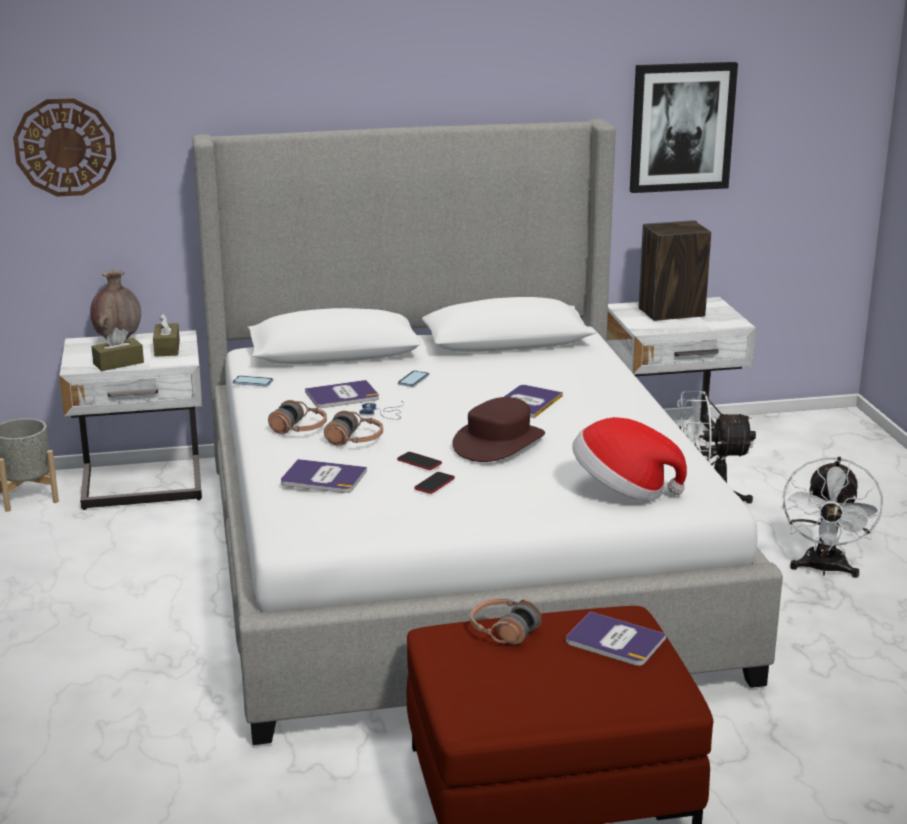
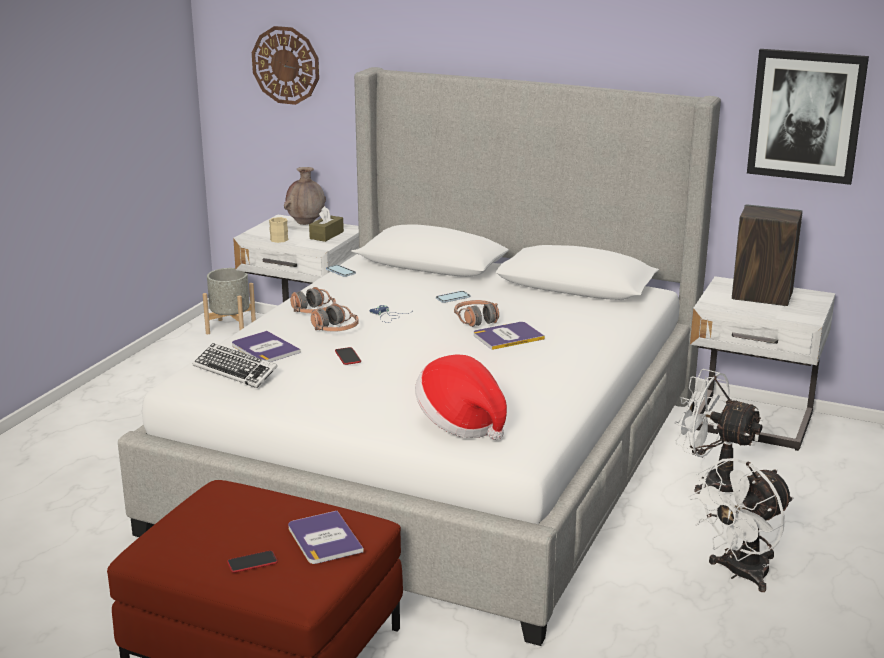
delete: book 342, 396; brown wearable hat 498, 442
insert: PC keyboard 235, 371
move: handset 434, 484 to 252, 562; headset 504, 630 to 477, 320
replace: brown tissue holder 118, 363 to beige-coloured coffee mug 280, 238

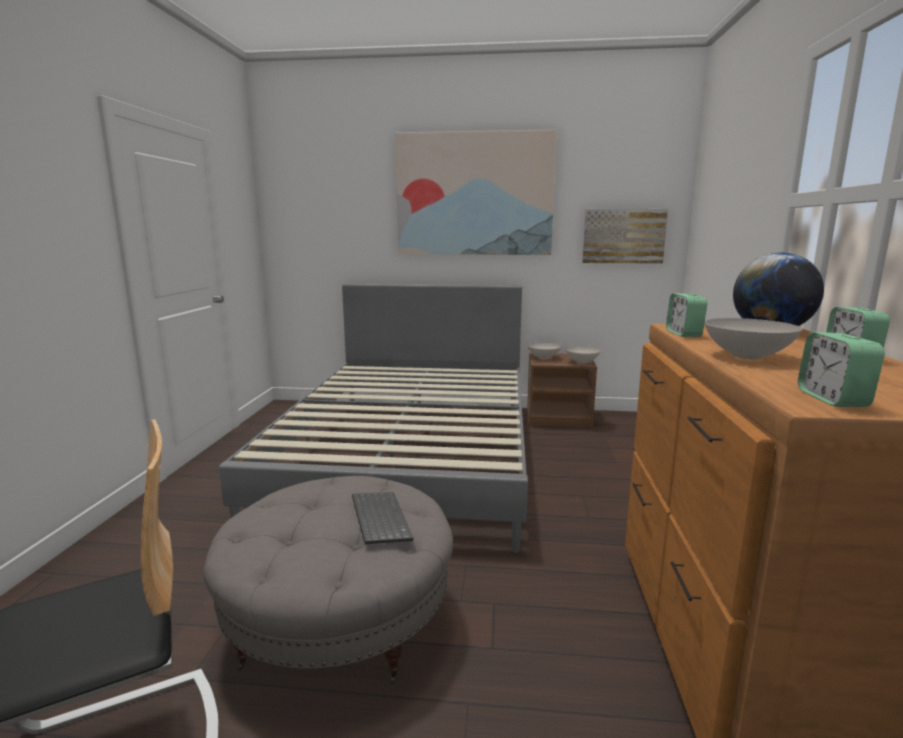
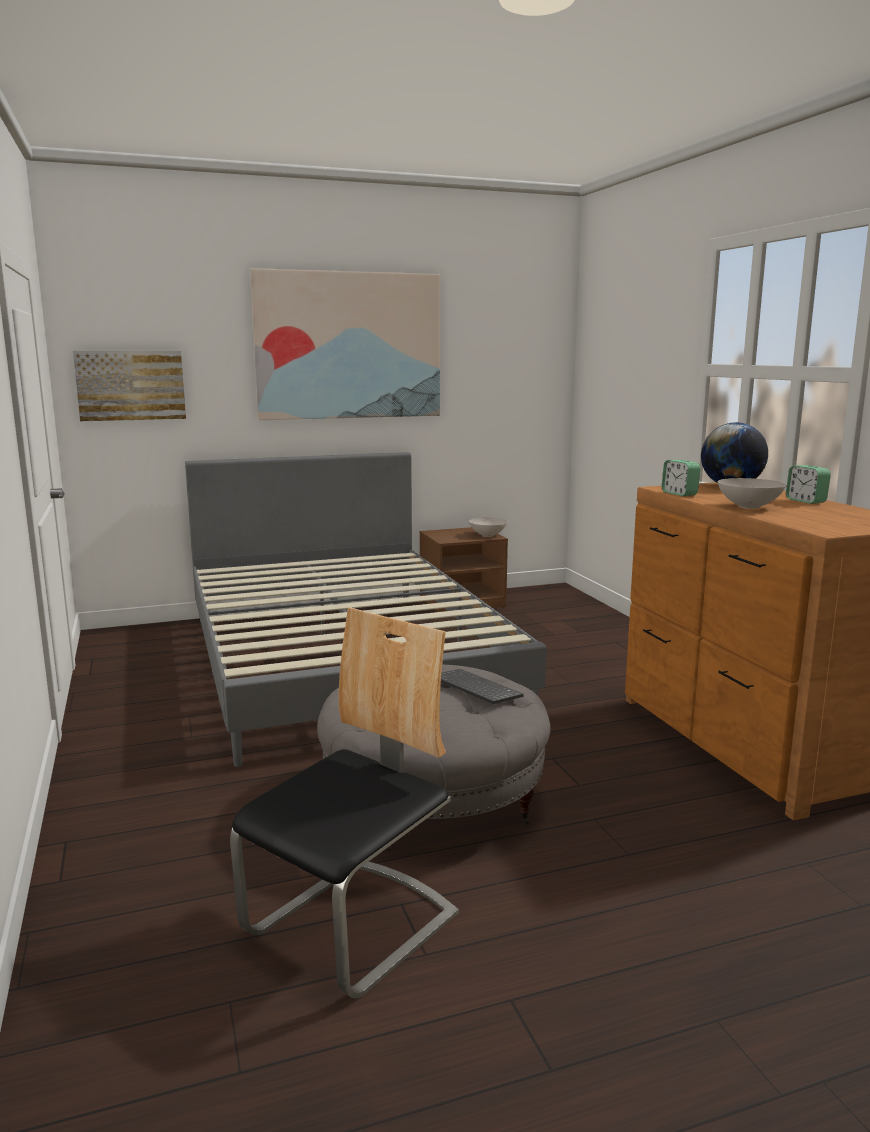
delete: white-coloured serving bowl 543, 358; bedside clock 832, 399
move: wall art 623, 236 to 131, 385

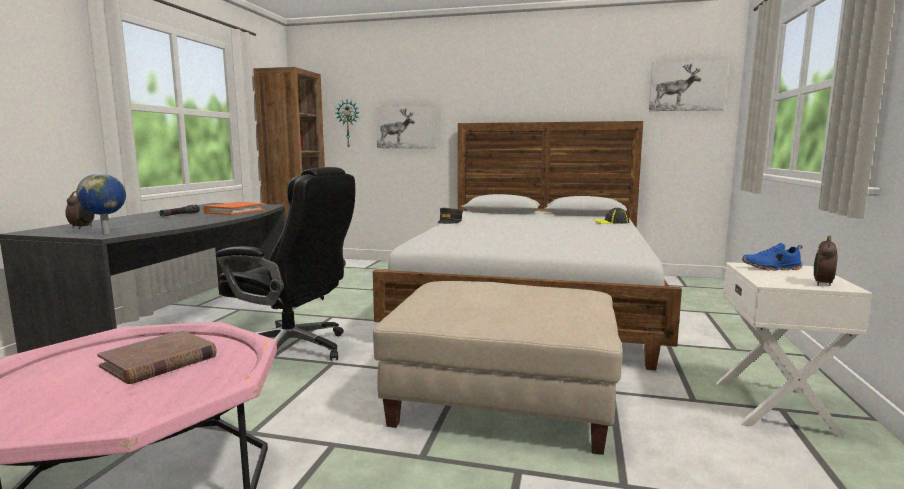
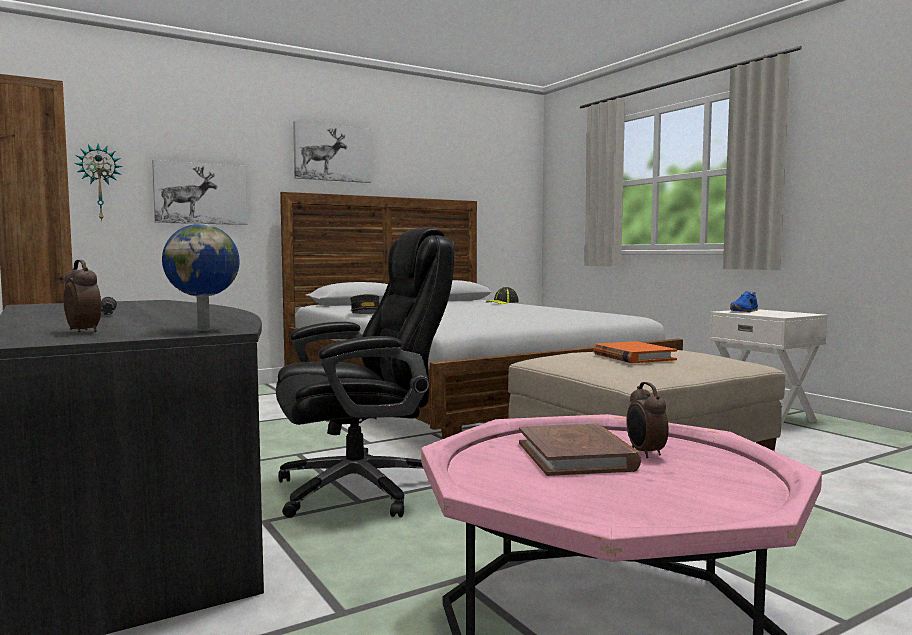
move: orangey book 235, 211 to 633, 357; wall art 687, 86 to 332, 153; bedside clock 822, 284 to 645, 453

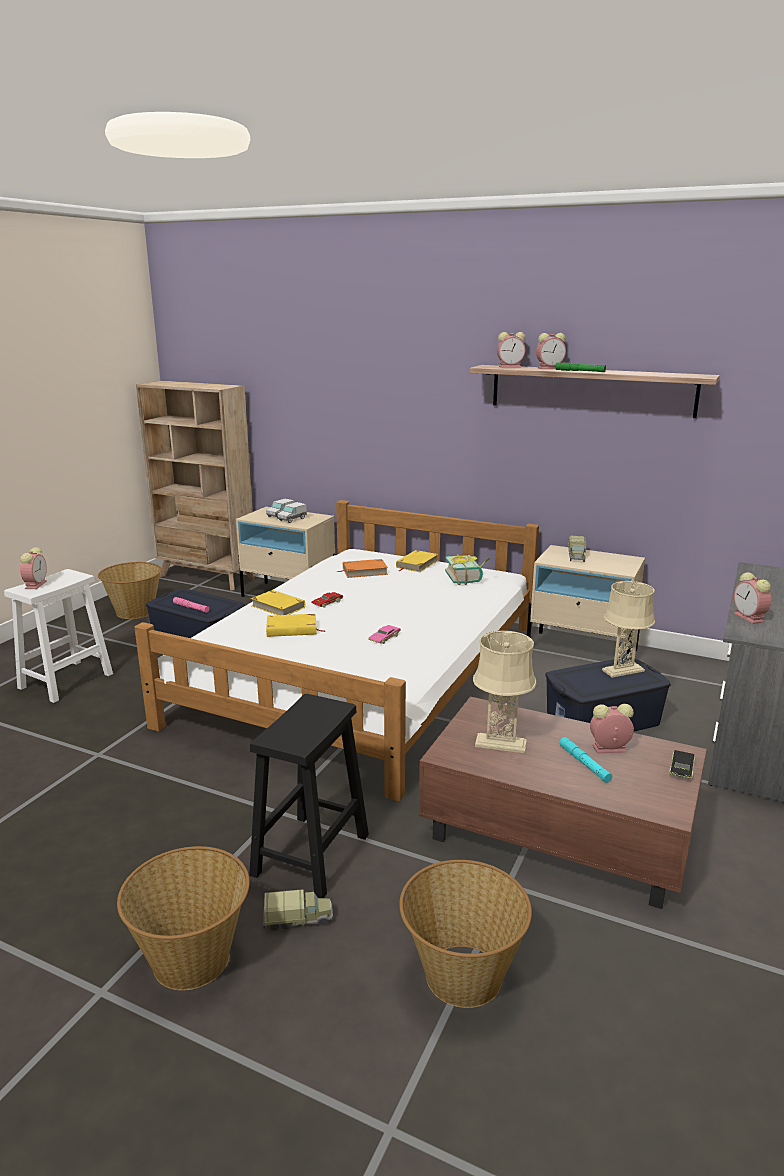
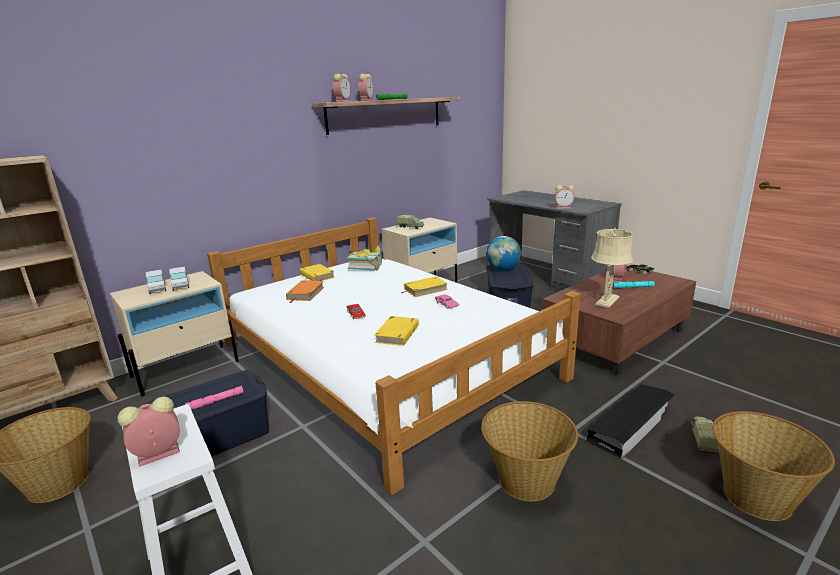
move: yellow book 278, 606 to 425, 289; storage basket 462, 974 to 526, 481
replace: black stool 310, 856 to black storage container 631, 424; beige-coloured tabletop lamp 623, 670 to desk globe 503, 269
rotate: bedside clock 36, 584 = 156, 455 60 degrees counterclockwise

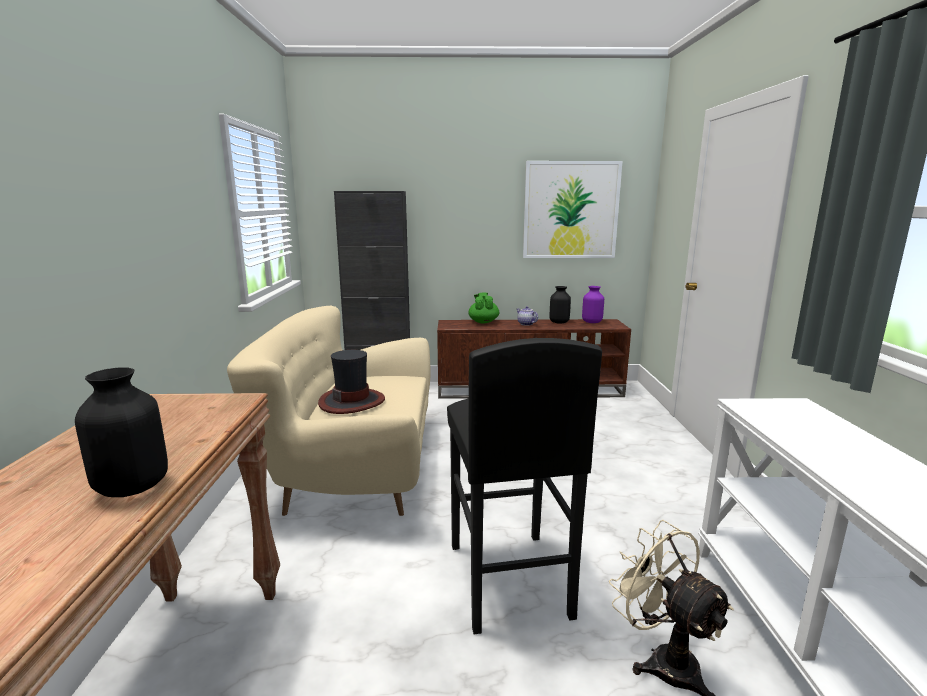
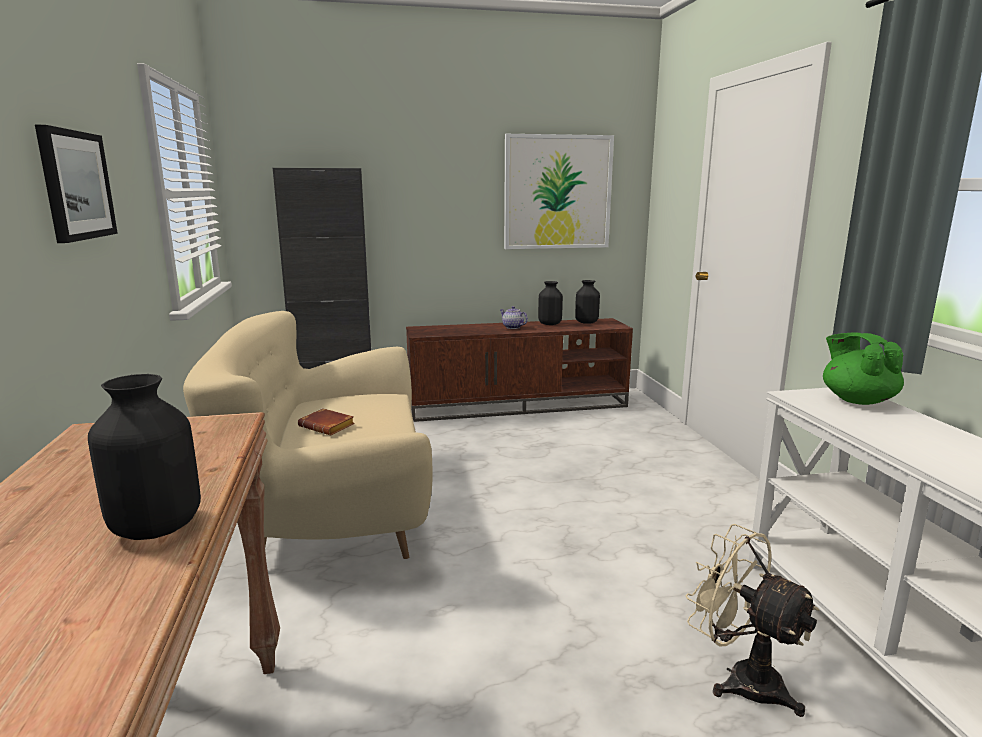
delete: black stool 507, 580
insert: wall art 76, 185
move: greenish pot for tea 483, 322 to 857, 400
replace: wearable hat 352, 401 to brown book 328, 426
recolor: purple flower vase 592, 322 to black flower vase 587, 322

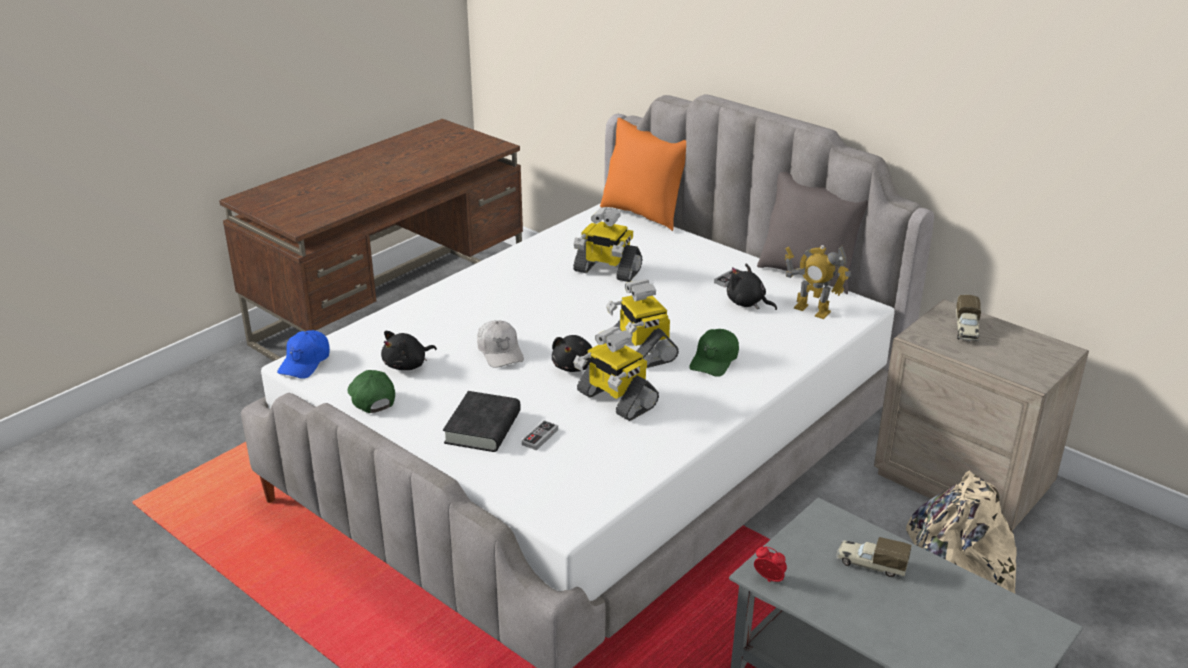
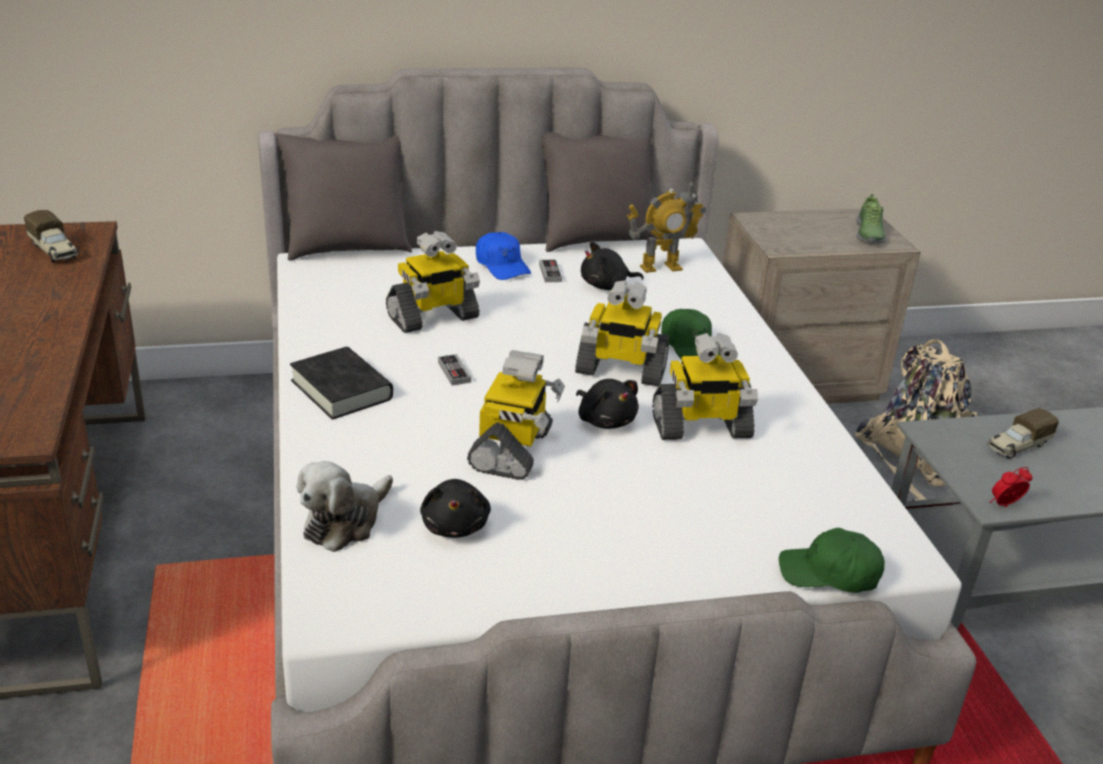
insert: plush toy 345, 521; shoe 868, 234
move: blue-coloured cap 305, 362 to 502, 266; greenish cap 371, 398 to 829, 574; black book 483, 428 to 341, 390; game controller 540, 437 to 454, 372; toy truck 966, 330 to 54, 251
replace: white-coloured cap 500, 352 to model robot 513, 450
recolor: orangey cushion 643, 214 to gray cushion 347, 249

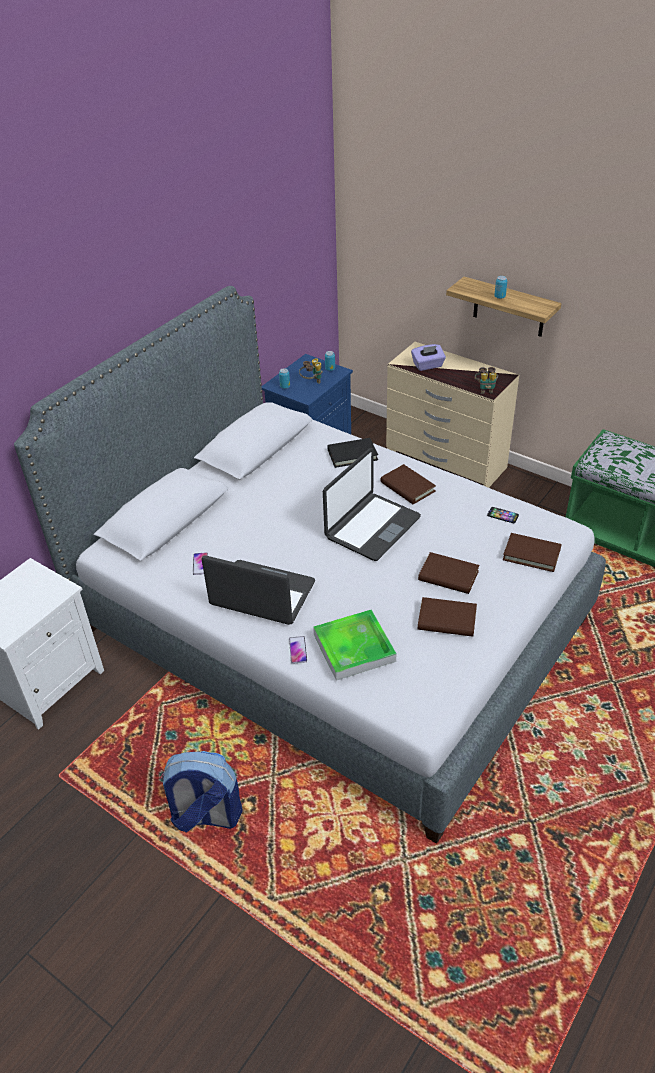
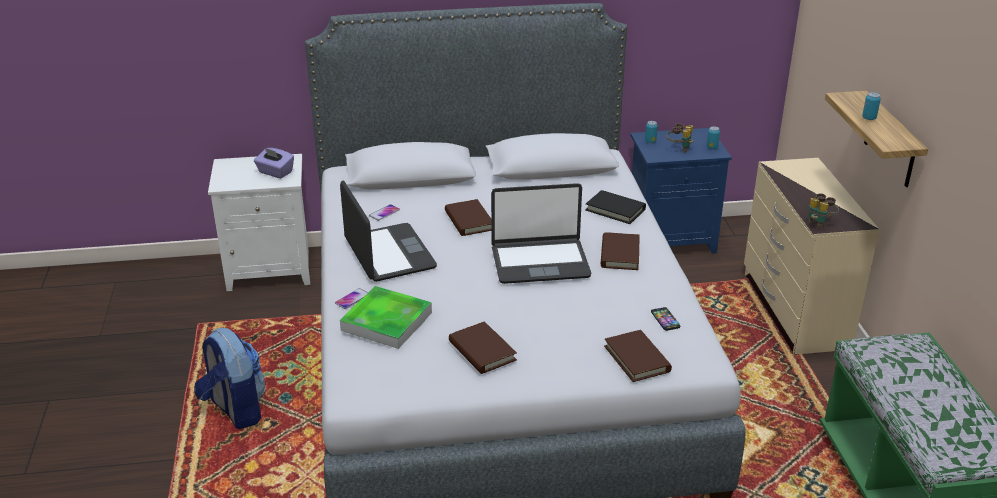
move: purple tissue holder 428, 365 to 275, 172; brown book 448, 576 to 469, 221

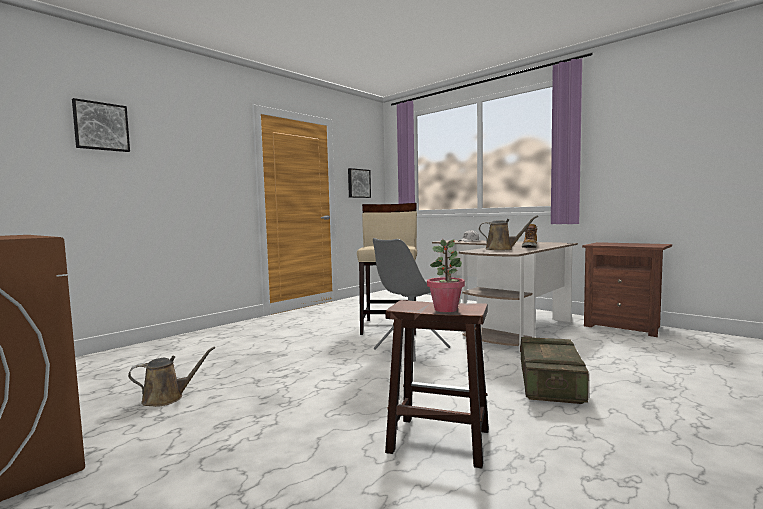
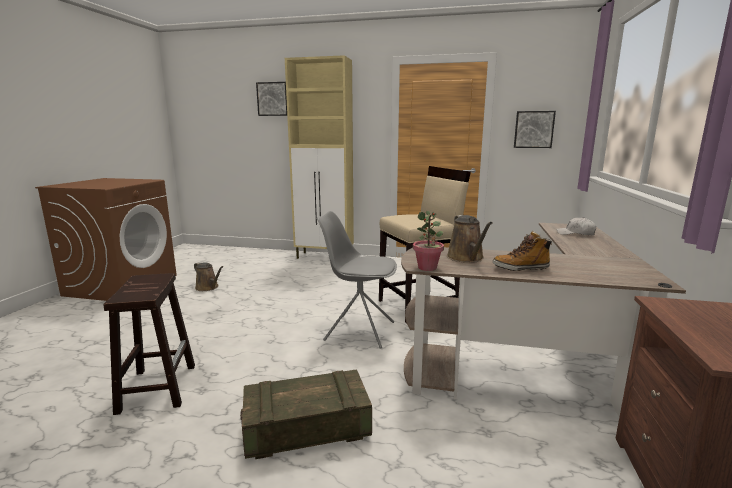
insert: beige-coloured cupboard 325, 257
move: houseplant 446, 309 to 427, 268

